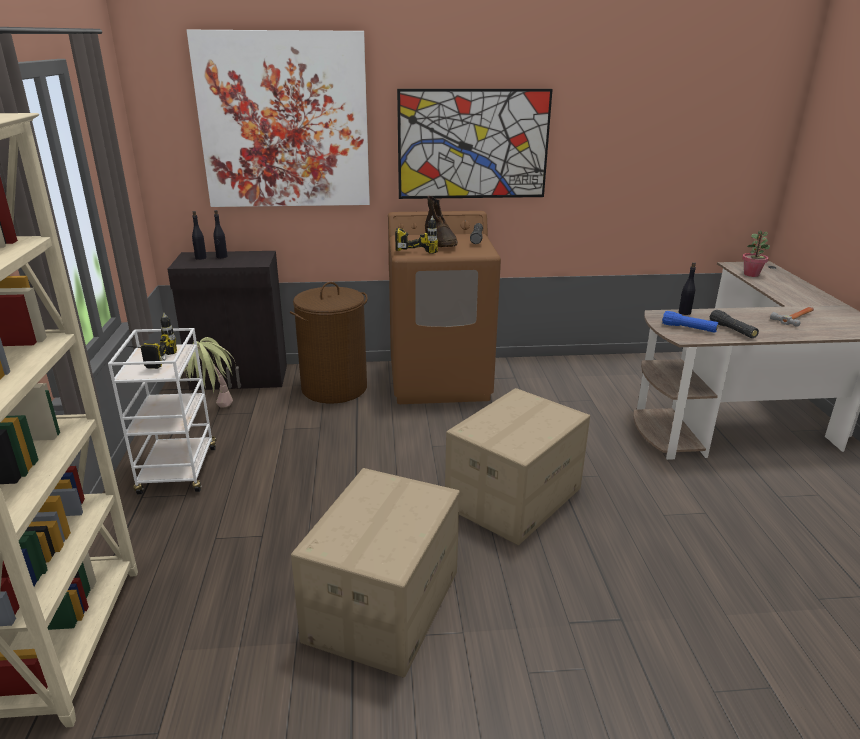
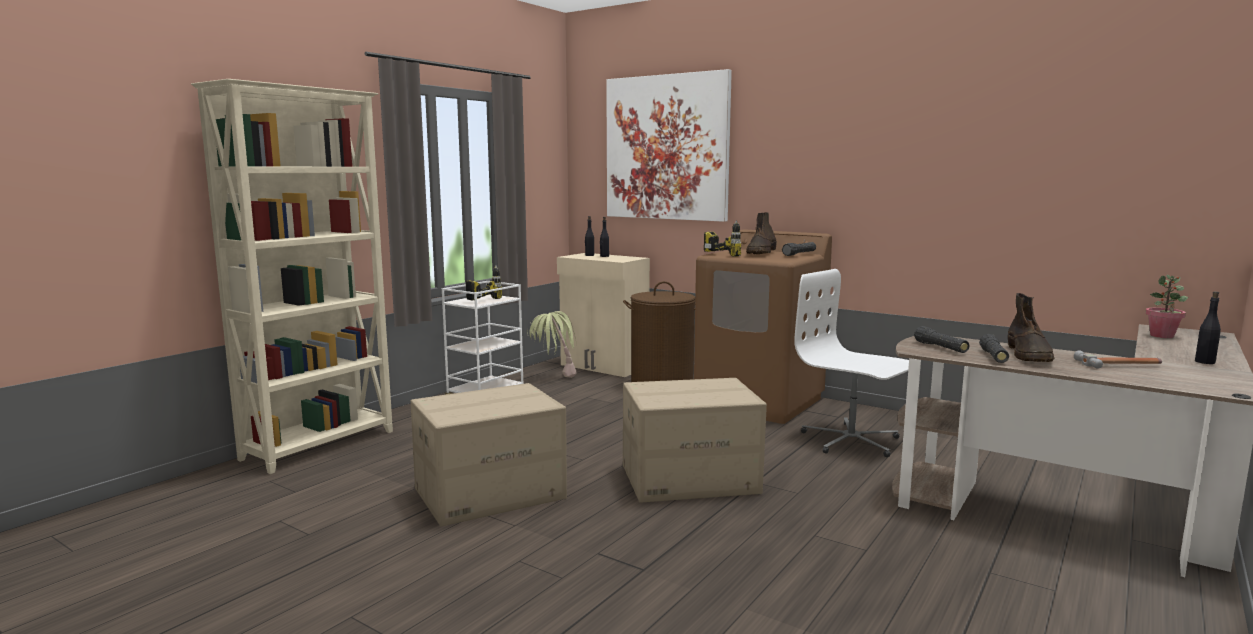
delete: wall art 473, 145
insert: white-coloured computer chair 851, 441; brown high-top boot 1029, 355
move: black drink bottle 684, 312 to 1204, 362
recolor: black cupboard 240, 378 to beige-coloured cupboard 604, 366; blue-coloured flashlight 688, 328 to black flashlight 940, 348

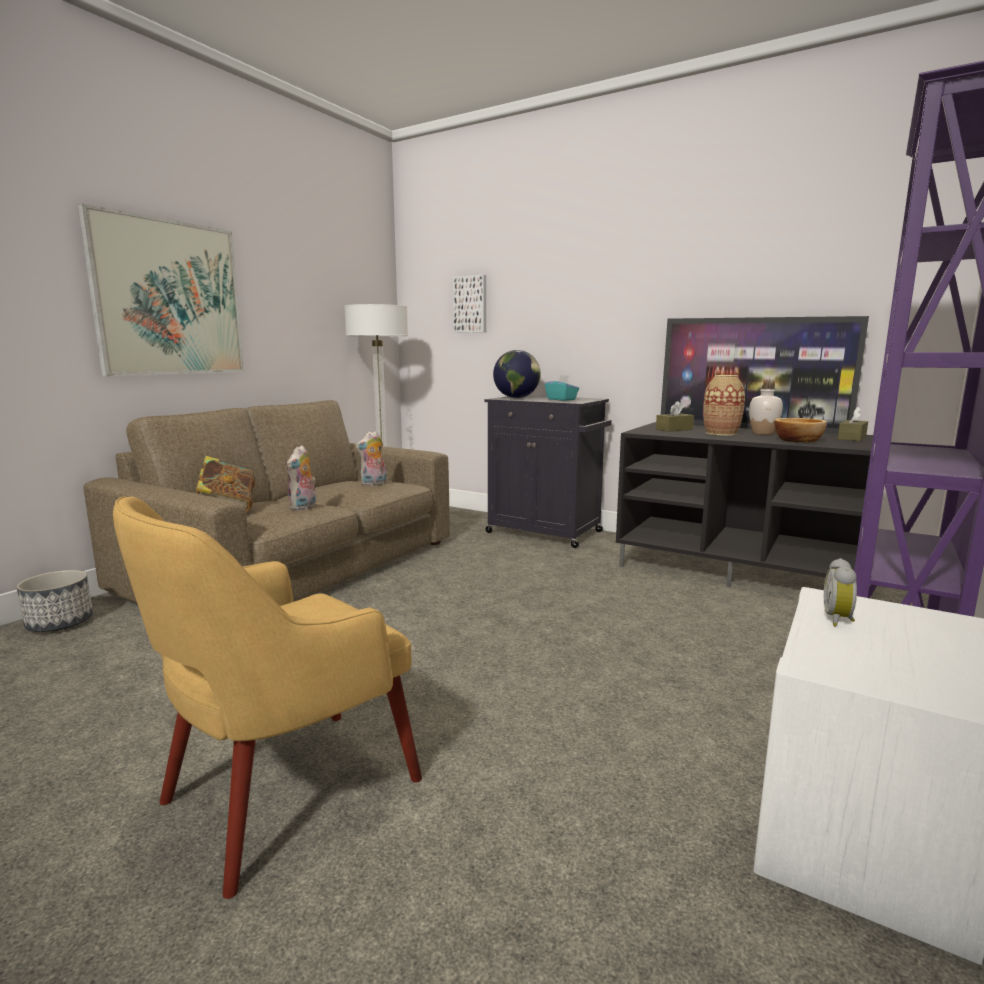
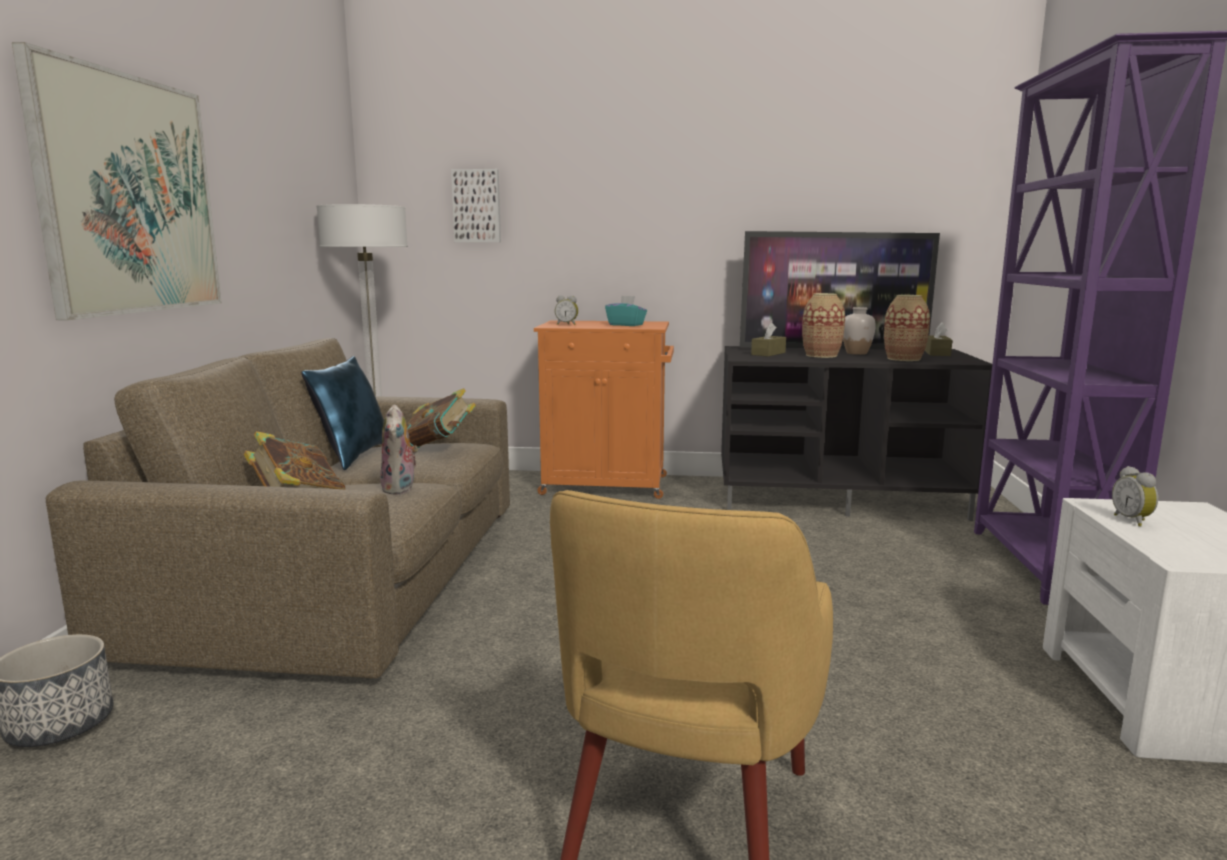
insert: blue-coloured cushion 353, 456
replace: plush toy 374, 484 to book 437, 448; desk globe 517, 398 to bedside clock 567, 324; serving bowl 798, 440 to flower vase 903, 359
recolor: black cupboard 546, 532 to orangey cupboard 607, 485

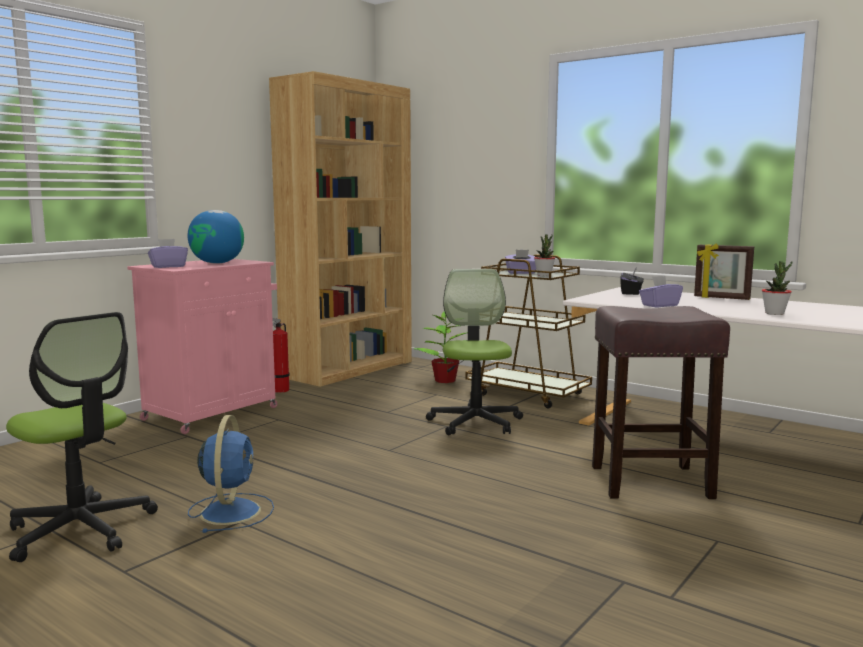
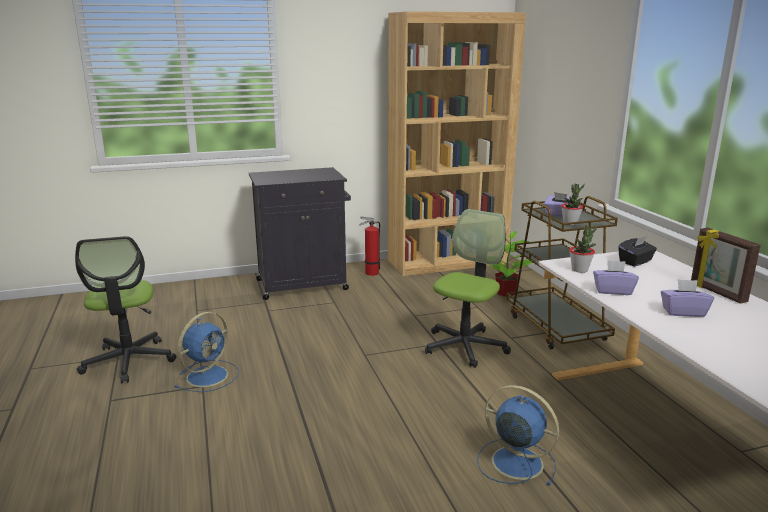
delete: desk globe 217, 263
move: purple tissue holder 168, 266 to 683, 312; houseplant 774, 313 to 580, 270
replace: brown stool 648, 482 to blue-coloured cooling fan 514, 462
recolor: pink cupboard 213, 413 to black cupboard 304, 284

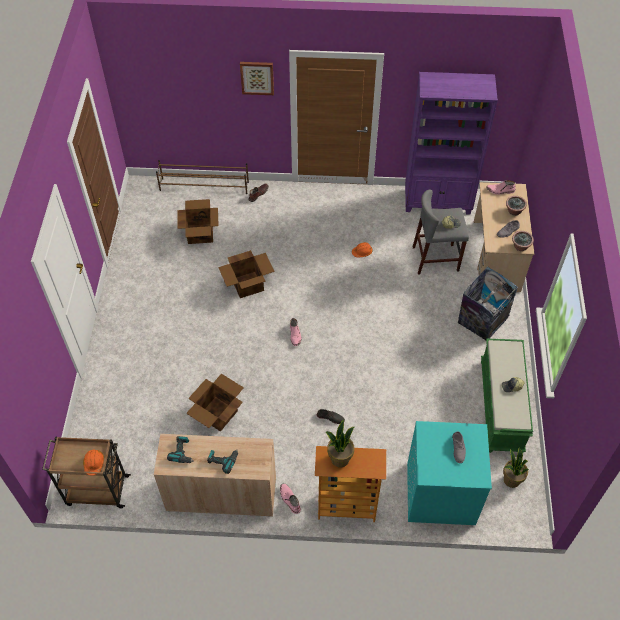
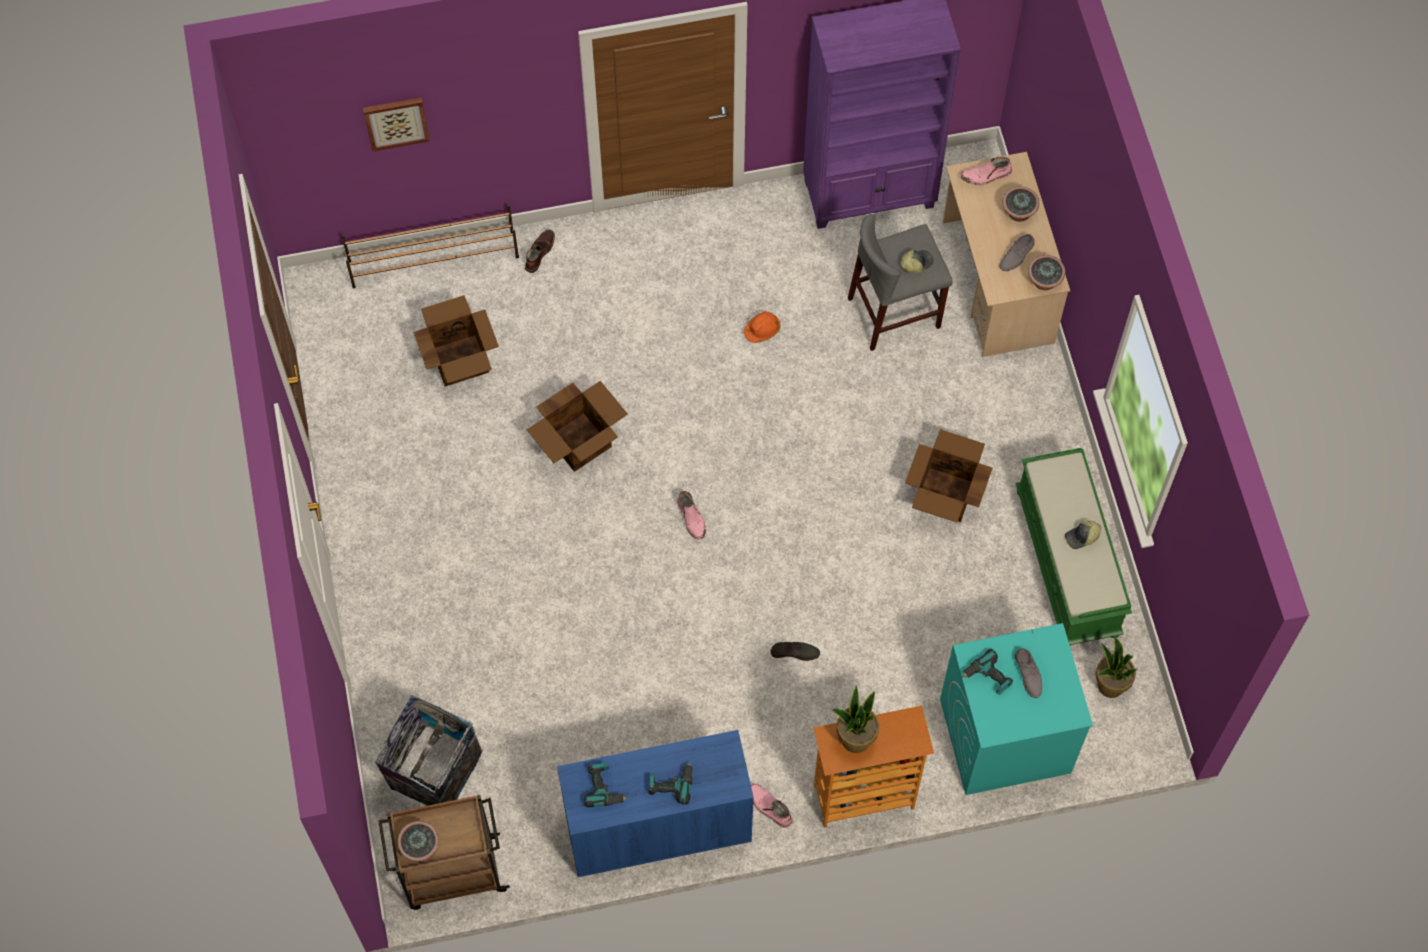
delete: orangey safety helmet 94, 463
insert: houseplant 420, 848; drill 988, 677
move: cardboard box 217, 414 to 944, 495; wall art 257, 77 to 396, 122; trash can 482, 321 to 435, 773
recolor: beige-coloured cupboard 221, 494 to blue-coloured cupboard 658, 827

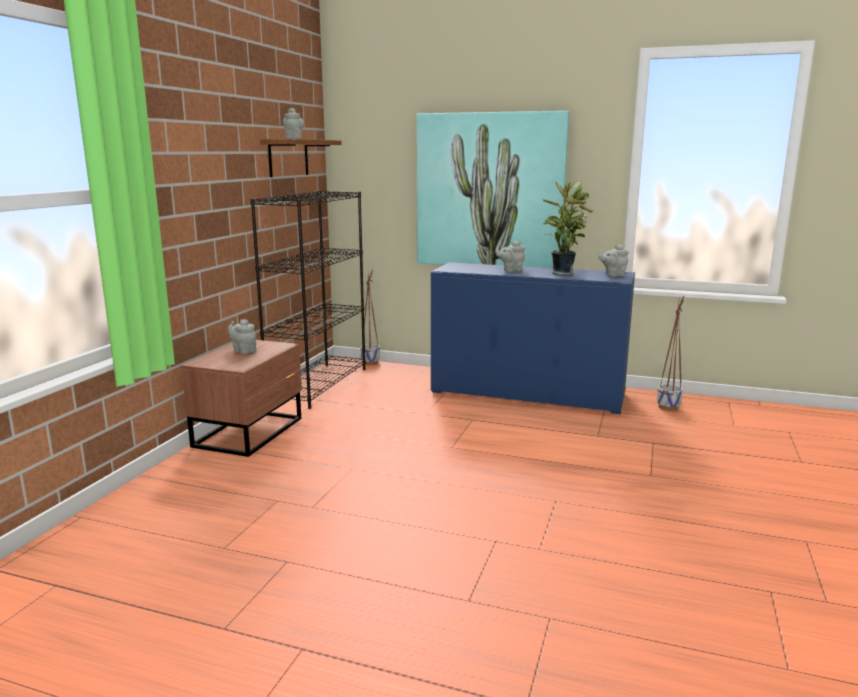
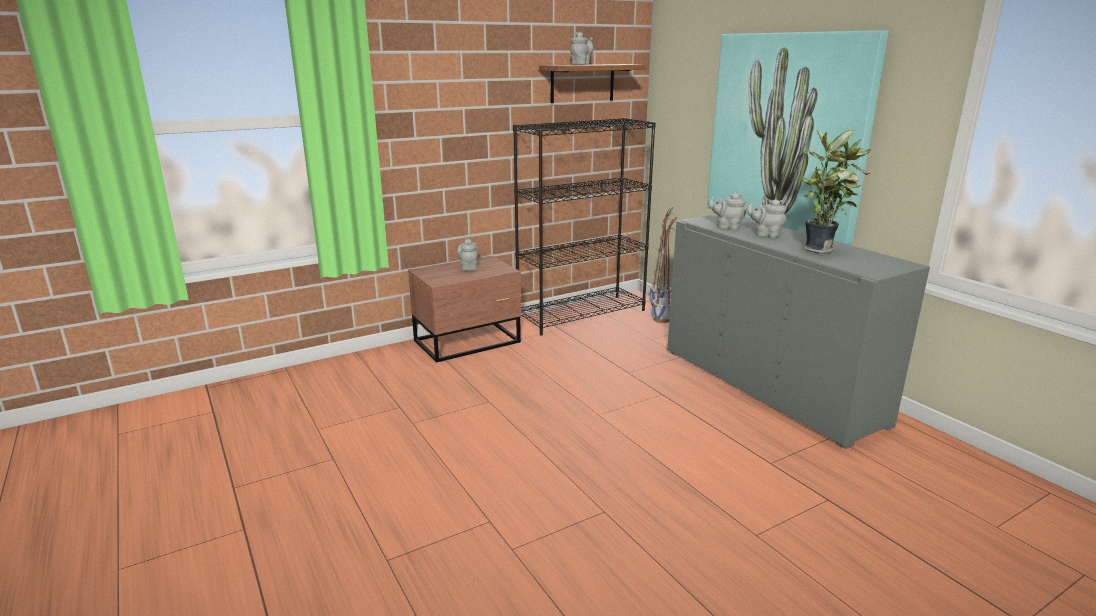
move: gray pot for tea 613, 275 to 726, 227; planter 668, 407 to 662, 319
recolor: blue-coloured cupboard 527, 393 to gray cupboard 768, 386

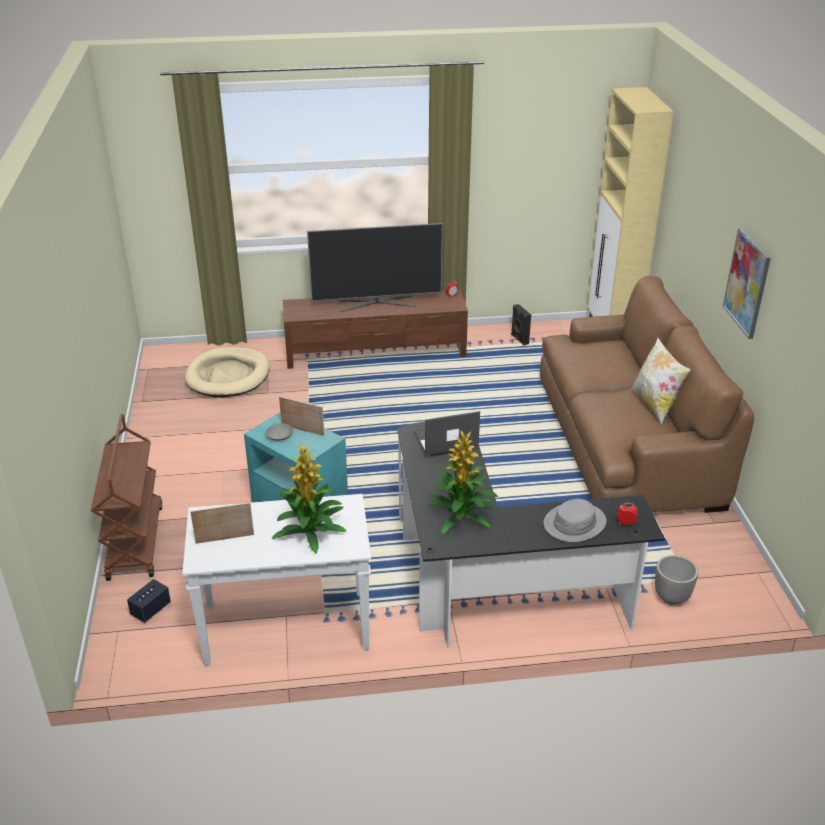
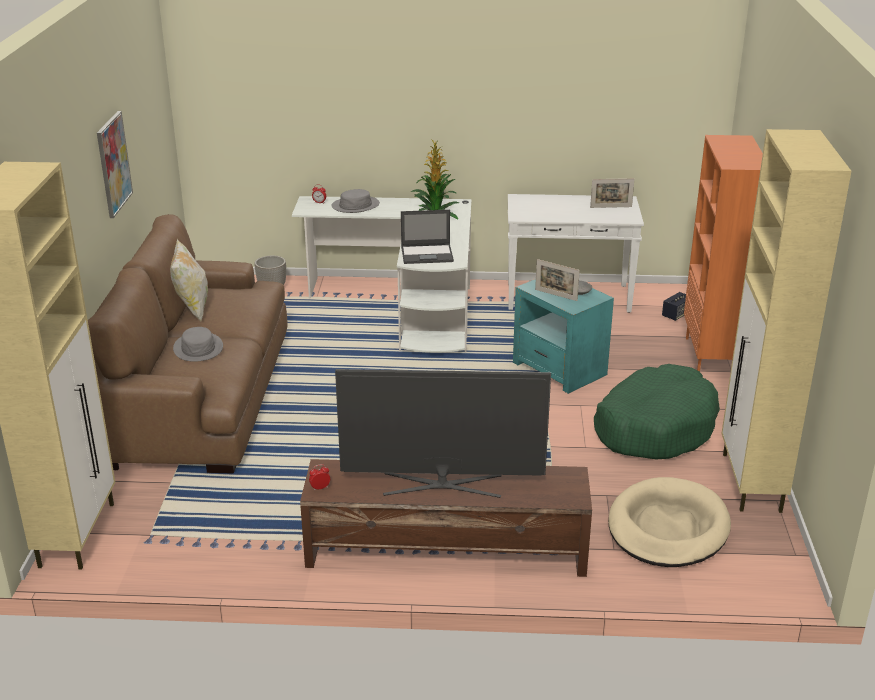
delete: houseplant 310, 531; black loudspeaker 519, 339
insert: gray wearable hat 198, 348; greenish pet bed 654, 427; beige-coloured cupboard 751, 483
replace: brown wheeled cart 135, 541 to orangey bookcase 711, 357
recolor: black desk unit 488, 584 to white-coloured desk unit 407, 306

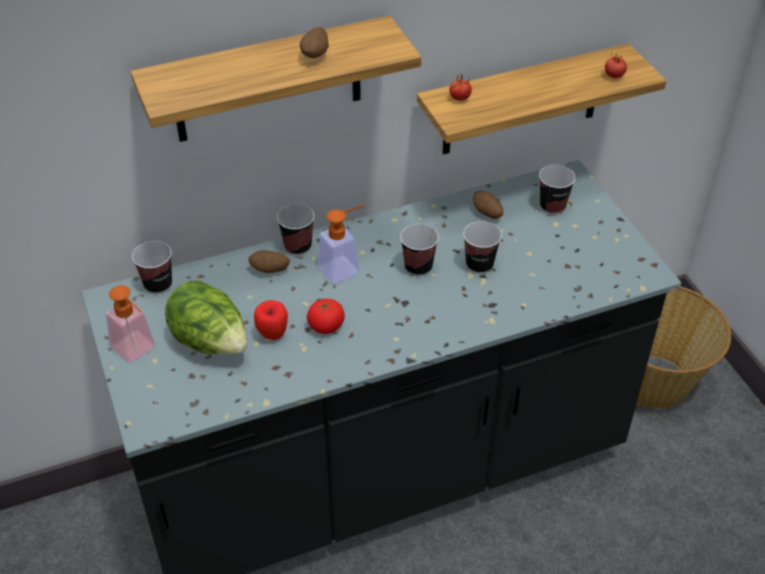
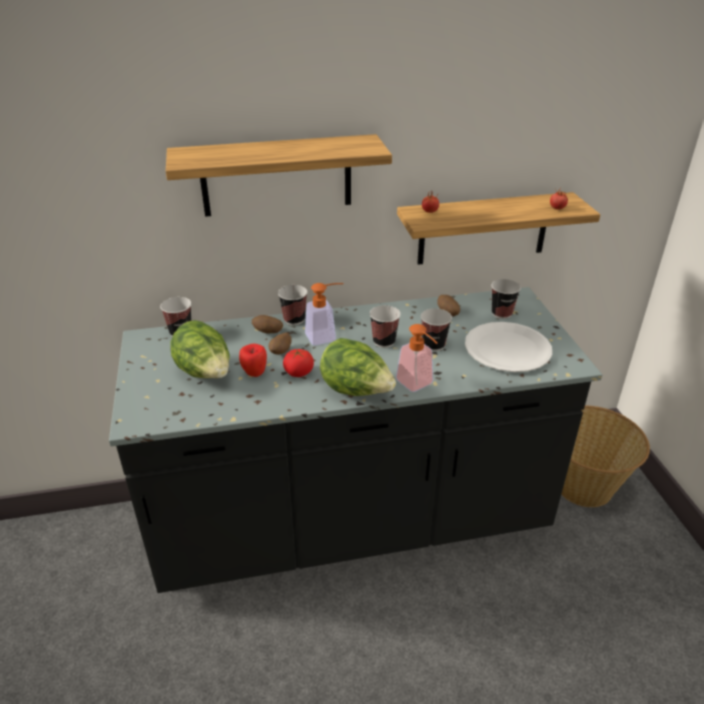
insert: lettuce 356, 391; white-coloured dinner plate 507, 349
move: soap dispenser 138, 351 to 418, 385; spud 315, 55 to 281, 352

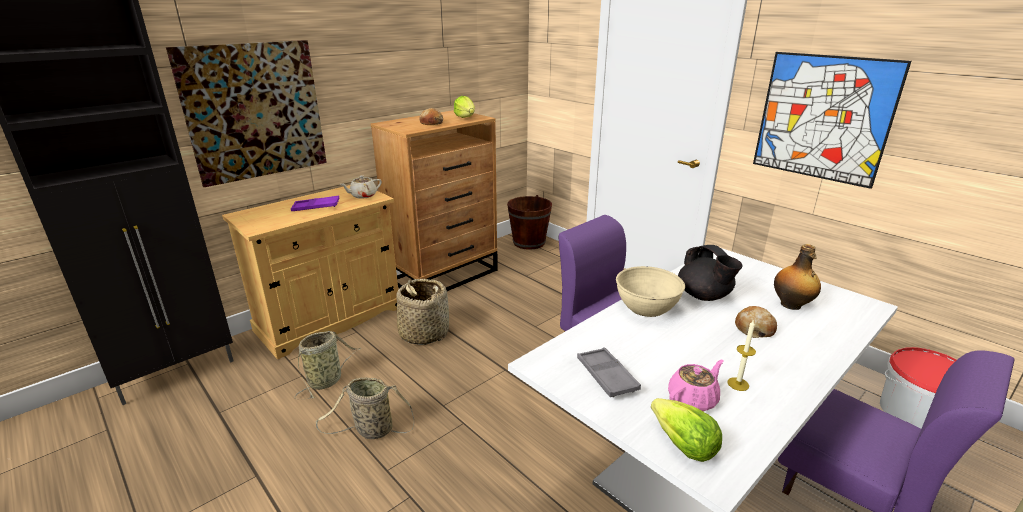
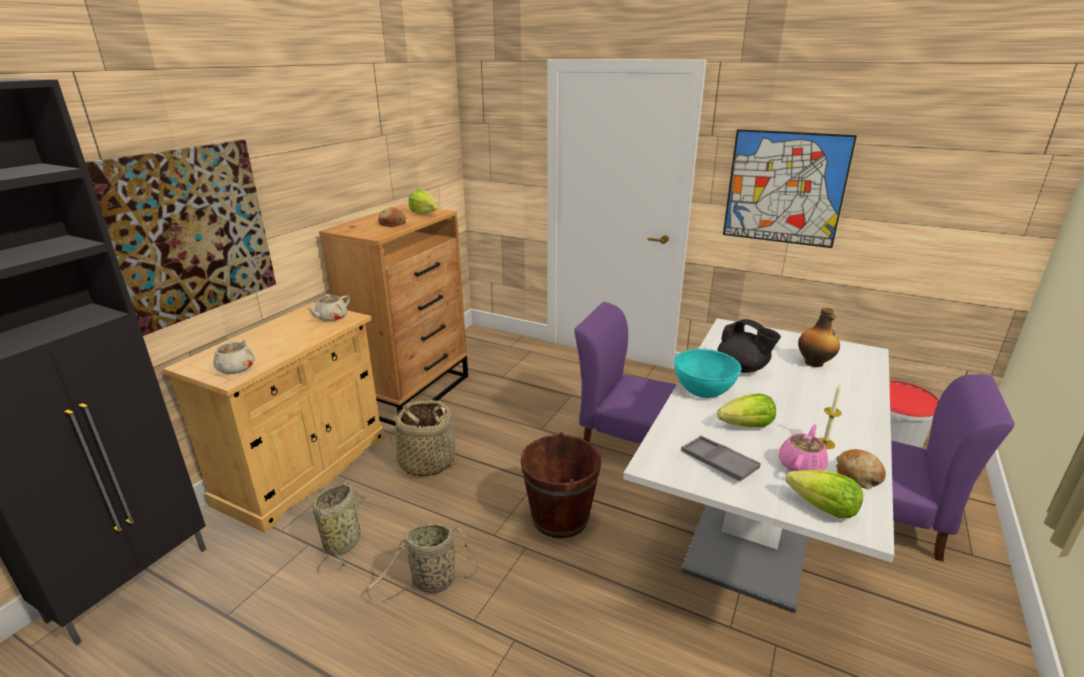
delete: purple tray 316, 207
insert: beige-coloured pot for tea 235, 369; lettuce 747, 426
move: brown water bucket 529, 242 to 560, 517; bread 754, 328 to 858, 475
recolor: beige-coloured serving bowl 646, 307 to turquoise serving bowl 703, 389

